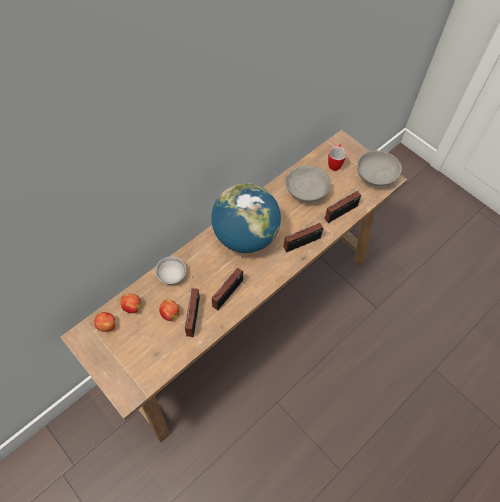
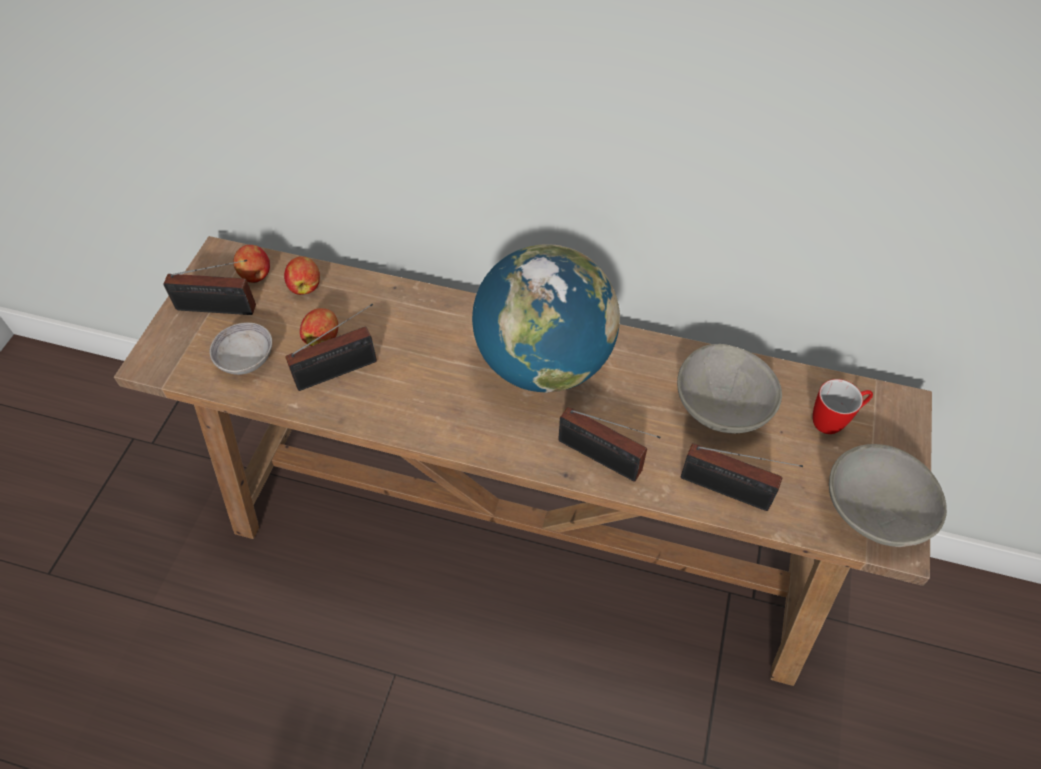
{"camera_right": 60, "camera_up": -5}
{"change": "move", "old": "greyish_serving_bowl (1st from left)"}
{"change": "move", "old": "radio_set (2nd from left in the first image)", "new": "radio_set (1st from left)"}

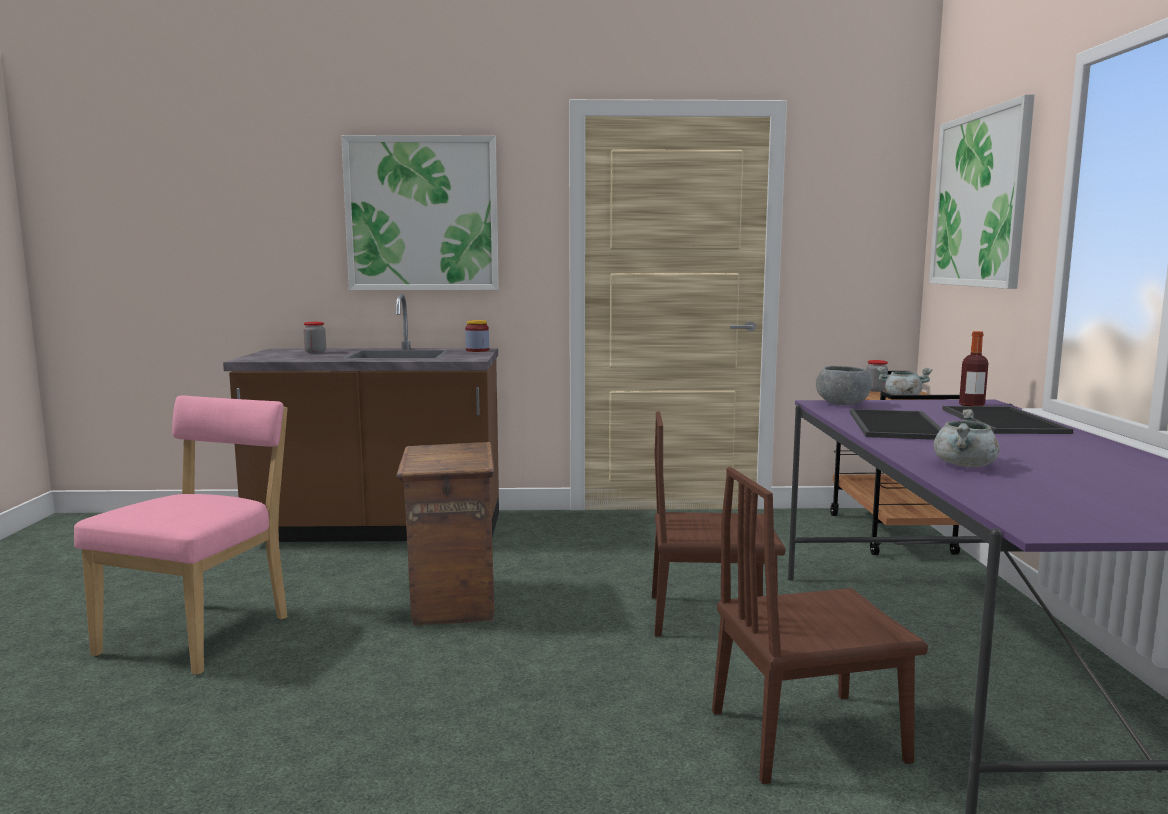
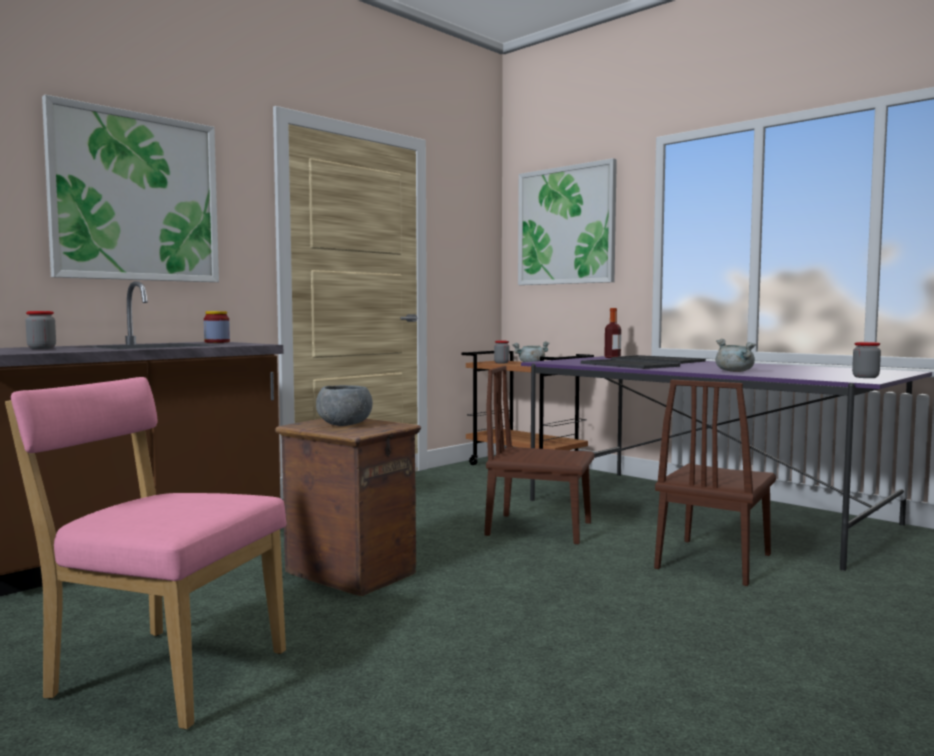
{"camera_right": -45, "camera_up": -5}
{"change": "insert", "new": "preserve_jar (4th from left)"}
{"change": "move", "old": "greyish_serving_bowl"}
{"change": "rotate", "old": "pinkish_chair", "degrees": -45}
{"change": "rotate", "old": "brownish_chair (1st from left)", "degrees": 60}

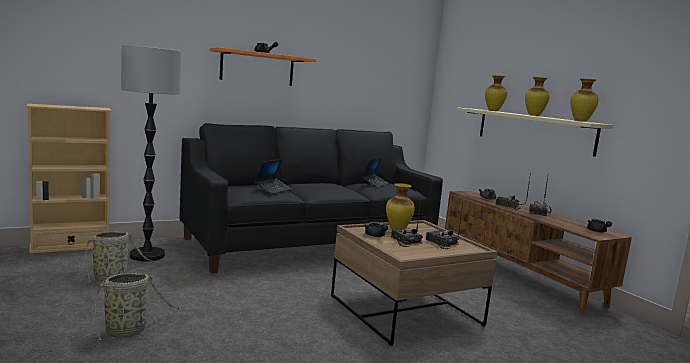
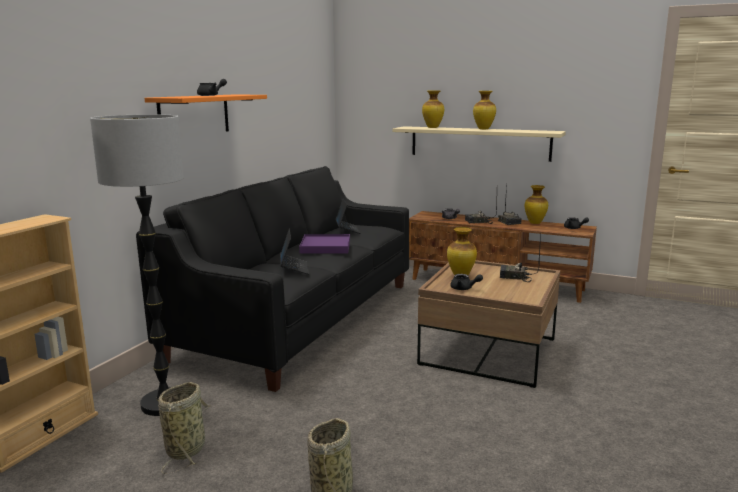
{"camera_right": -35, "camera_up": 5}
{"change": "delete", "old": "radio_set (1st from left)"}
{"change": "insert", "new": "purplish_serving_tray"}
{"change": "move", "old": "vase (4th from left)"}

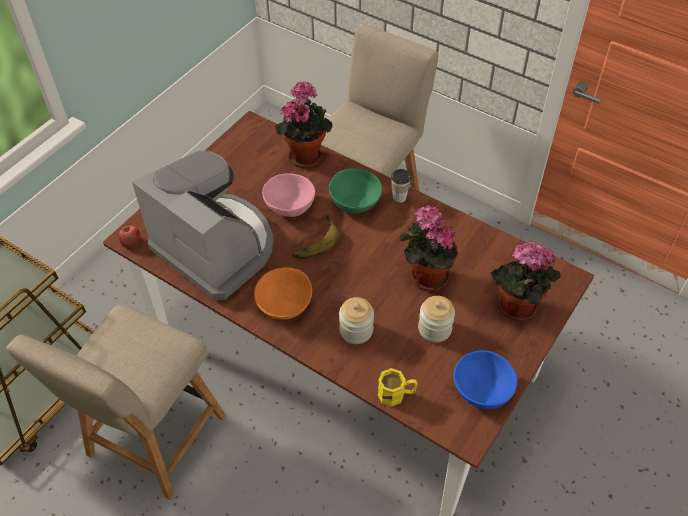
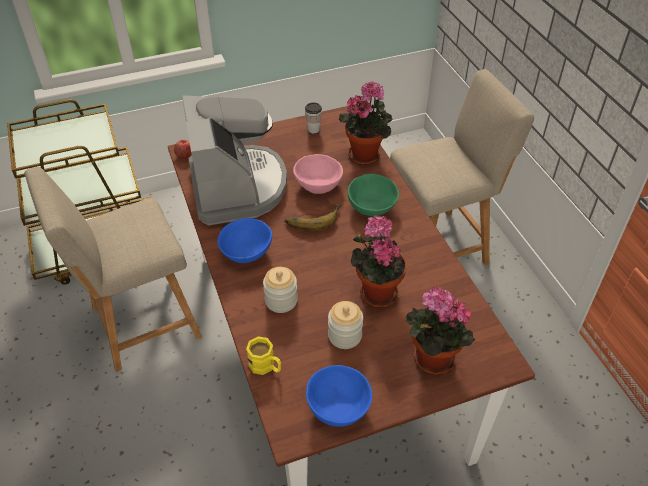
{"camera_right": 35, "camera_up": -5}
{"change": "move", "old": "drinking_cup"}
{"change": "recolor", "old": "orange_serving_bowl", "new": "bluish_serving_bowl (1st from left)"}

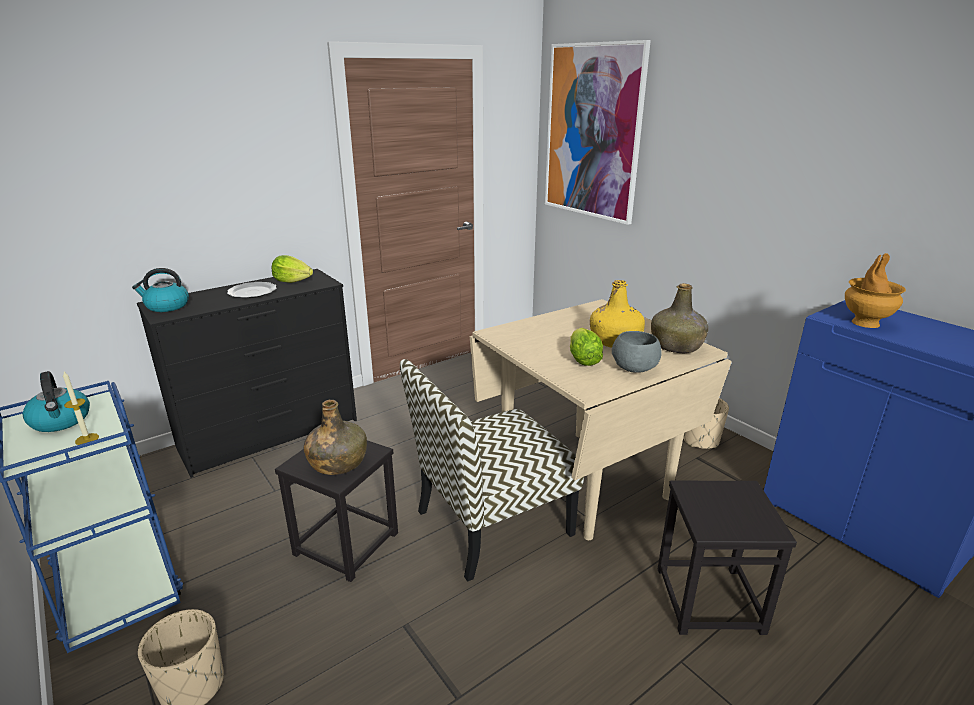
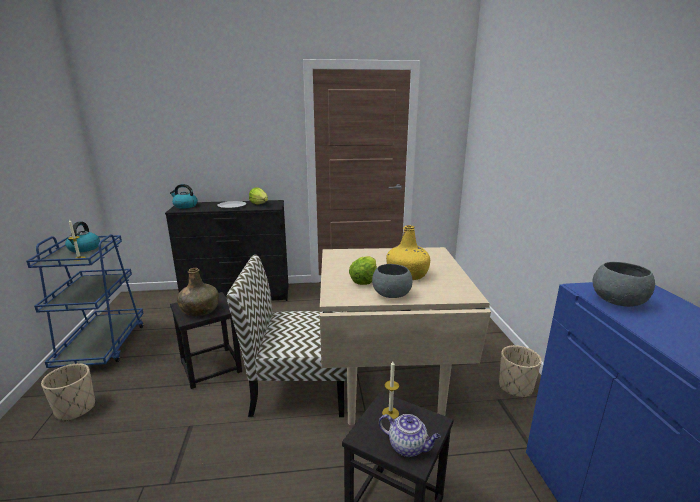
{"camera_right": 30, "camera_up": -5}
{"change": "delete", "old": "wall_art"}
{"change": "delete", "old": "green-coloured_beverage_bottle (2nd from left)"}
{"change": "insert", "new": "pot_for_tea"}
{"change": "insert", "new": "wax_light (2nd from left)"}
{"change": "replace", "old": "brownish_vase", "new": "greyish_serving_bowl (2nd from left)"}

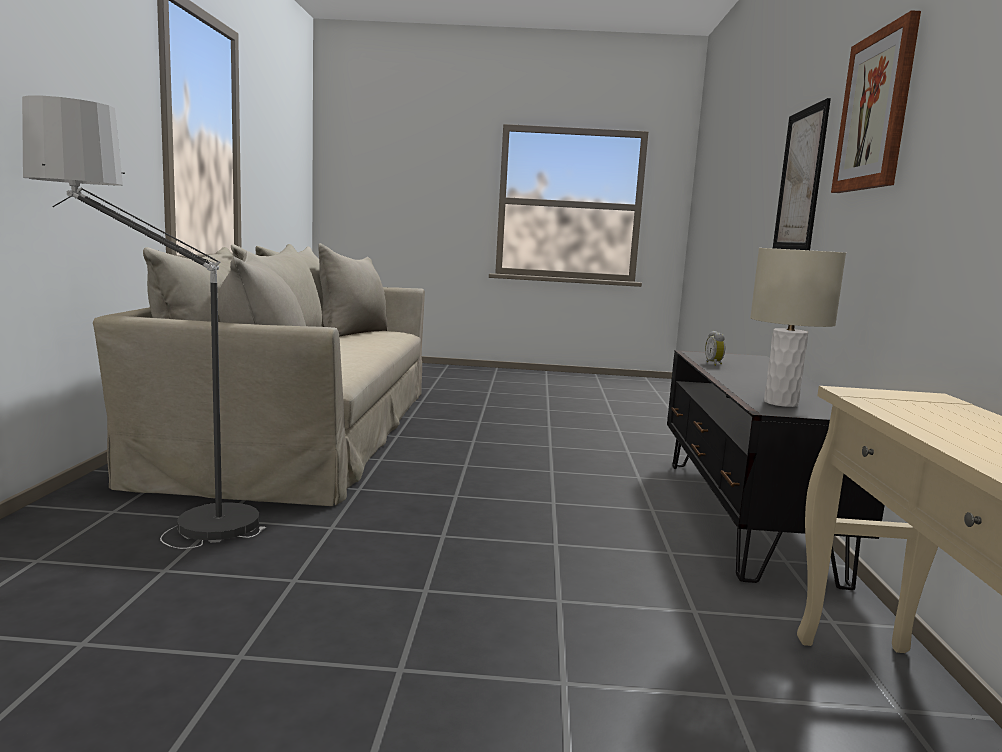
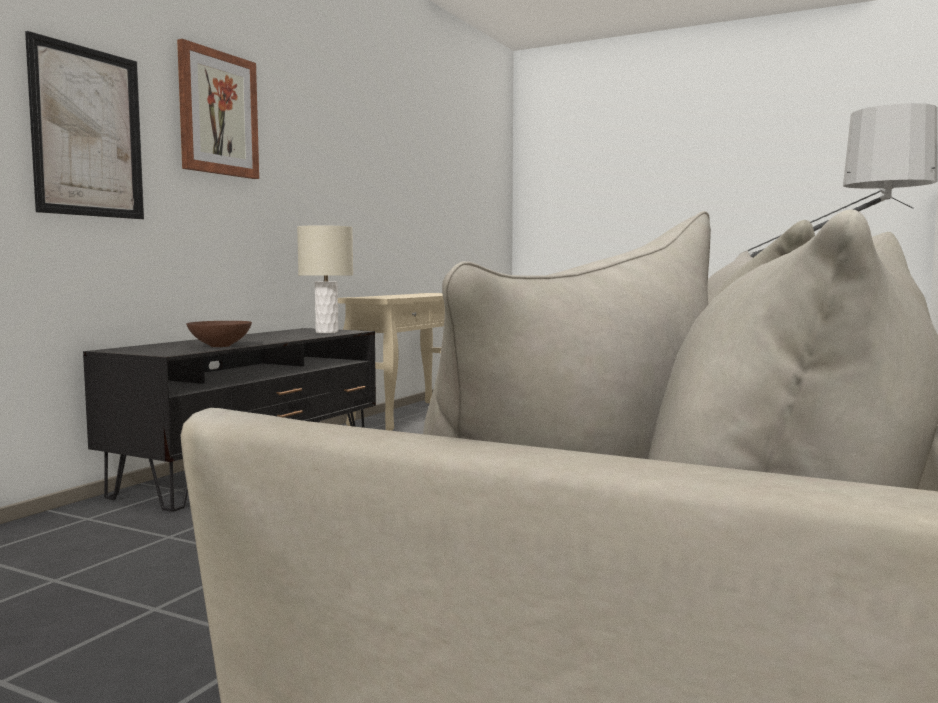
{"camera_right": -155, "camera_up": -5}
{"change": "replace", "old": "alarm_clock", "new": "brownish_serving_bowl"}

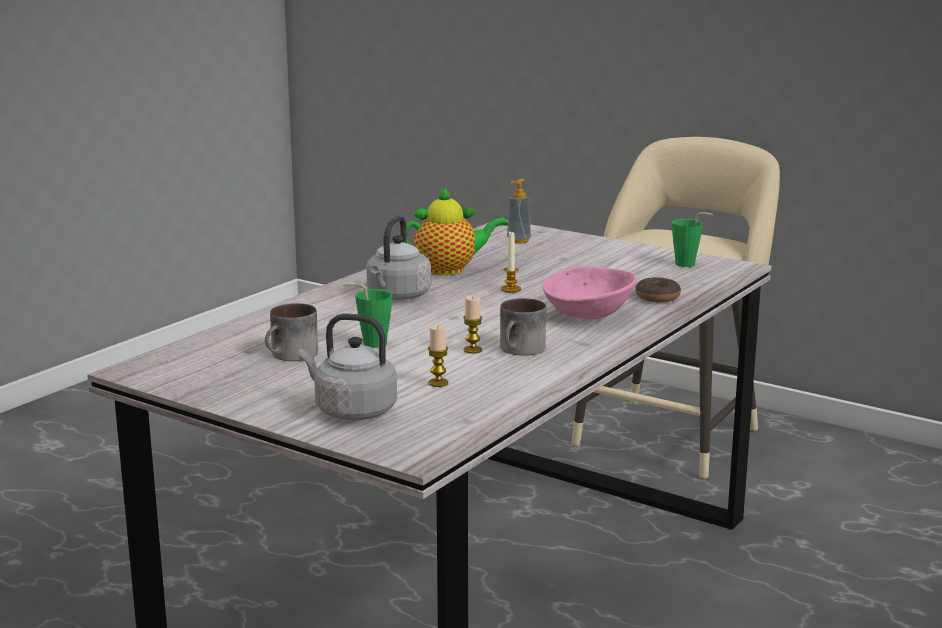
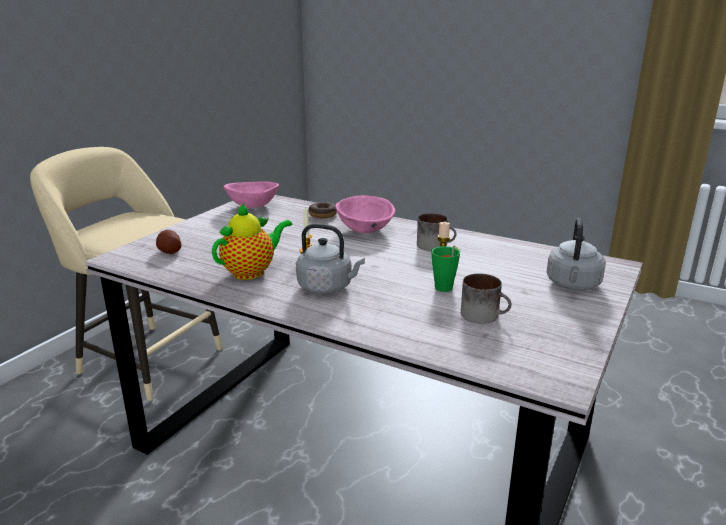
{"camera_right": -95, "camera_up": 5}
{"change": "delete", "old": "wax_light (1st from left)"}
{"change": "replace", "old": "liquid_soap_bottle", "new": "whole_potato"}
{"change": "replace", "old": "green-coloured_drinking_cup (2nd from left)", "new": "pinkish_serving_bowl (1st from left)"}
{"change": "rotate", "old": "pot_for_tea", "degrees": 60}

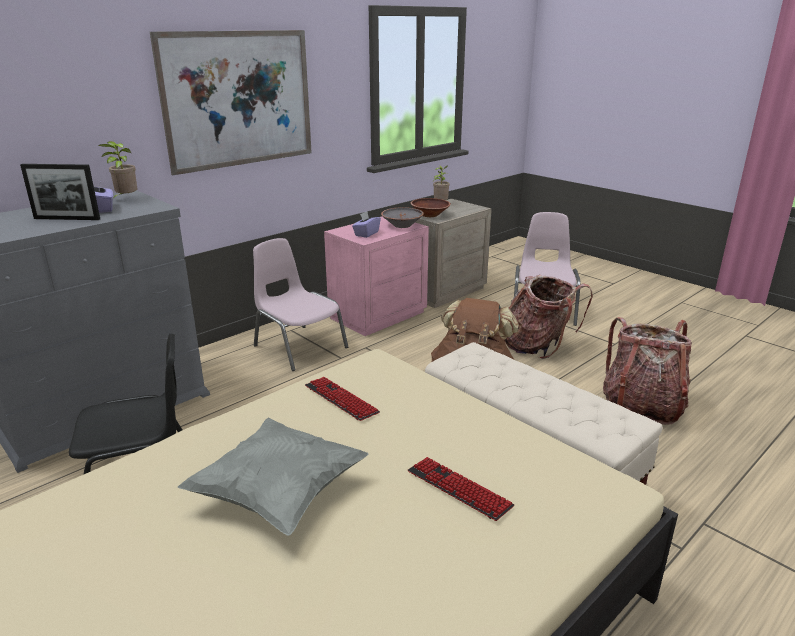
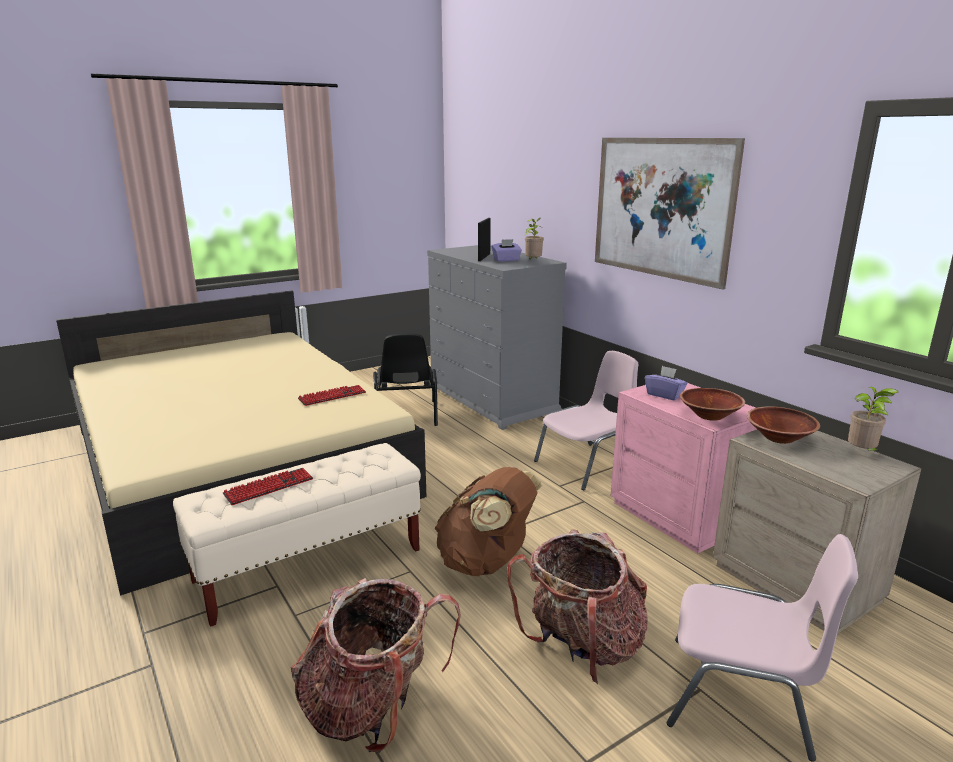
{"camera_right": 100, "camera_up": -5}
{"change": "delete", "old": "greyish_cushion"}
{"change": "move", "old": "computer_keyboard (2nd from left in the first image)", "new": "computer_keyboard (1st from left)"}
{"change": "recolor", "old": "greyish_serving_bowl", "new": "brownish_serving_bowl (1st from left)"}

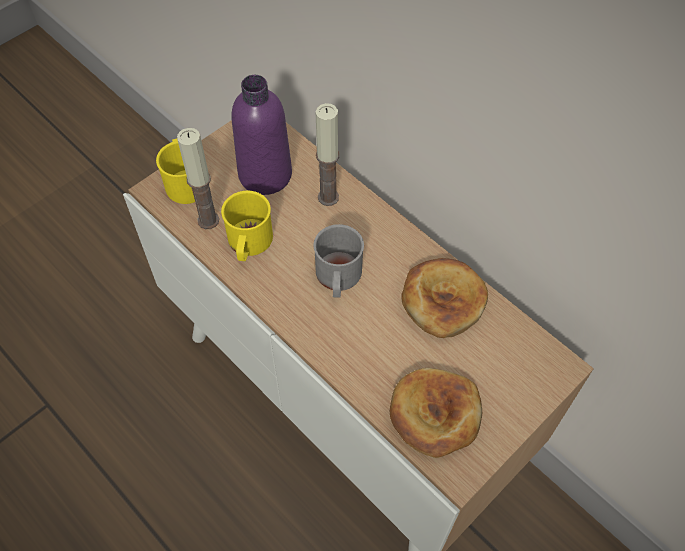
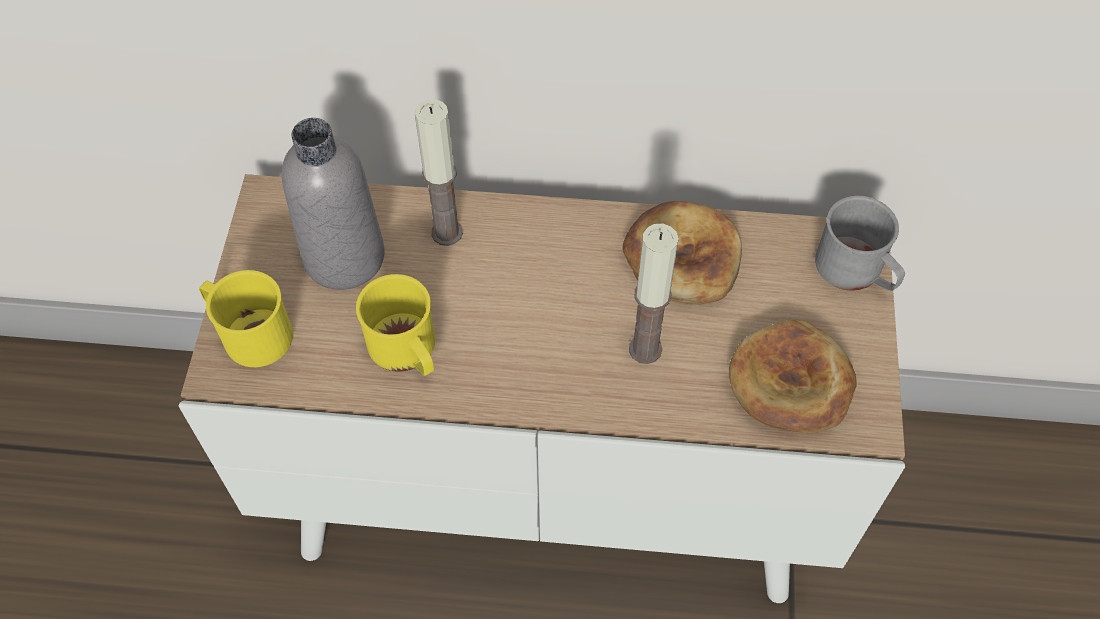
{"camera_right": -40, "camera_up": 0}
{"change": "move", "old": "wax_light (1st from left in the first image)", "new": "wax_light (2nd from left)"}
{"change": "move", "old": "greyish_tea_mug"}
{"change": "recolor", "old": "purplish_beverage_bottle", "new": "greyish_beverage_bottle"}

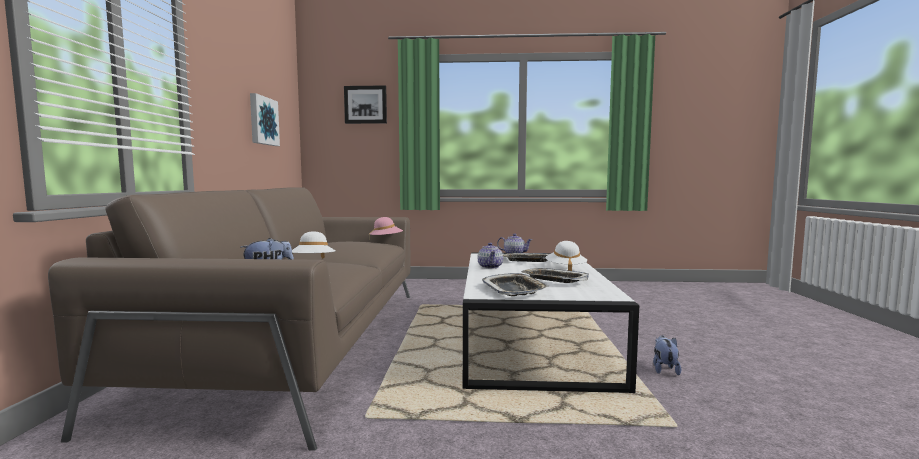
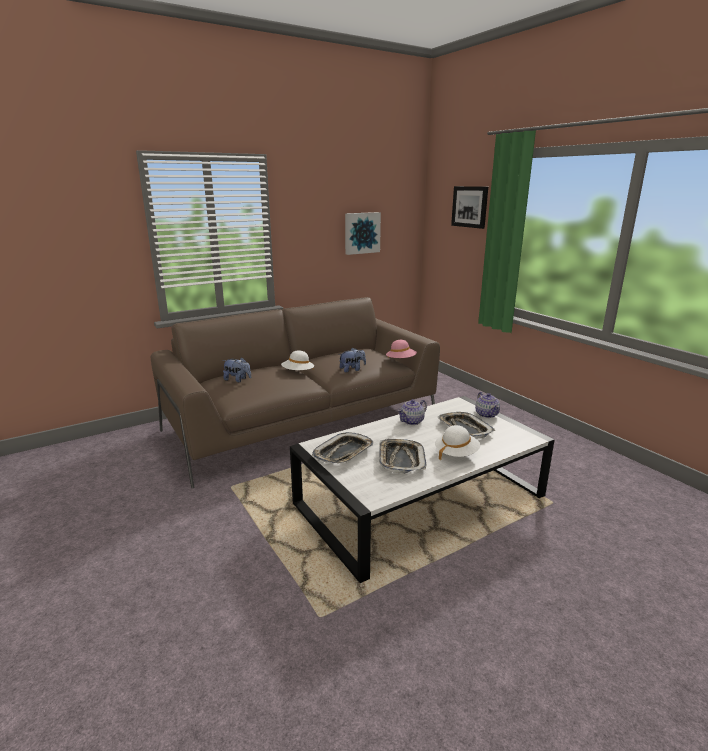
{"camera_right": 55, "camera_up": 15}
{"change": "move", "old": "soft_toy (2nd from left)"}

